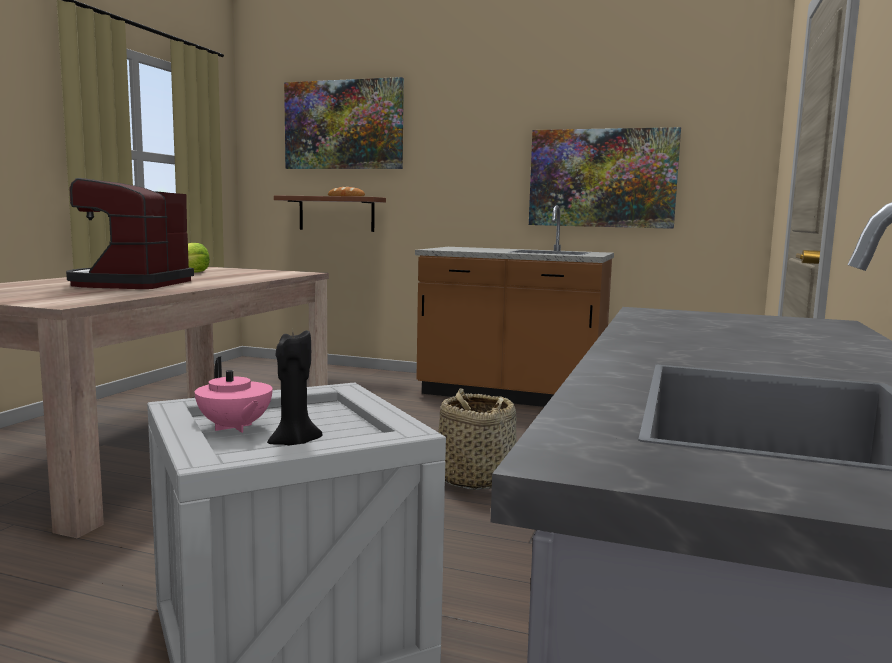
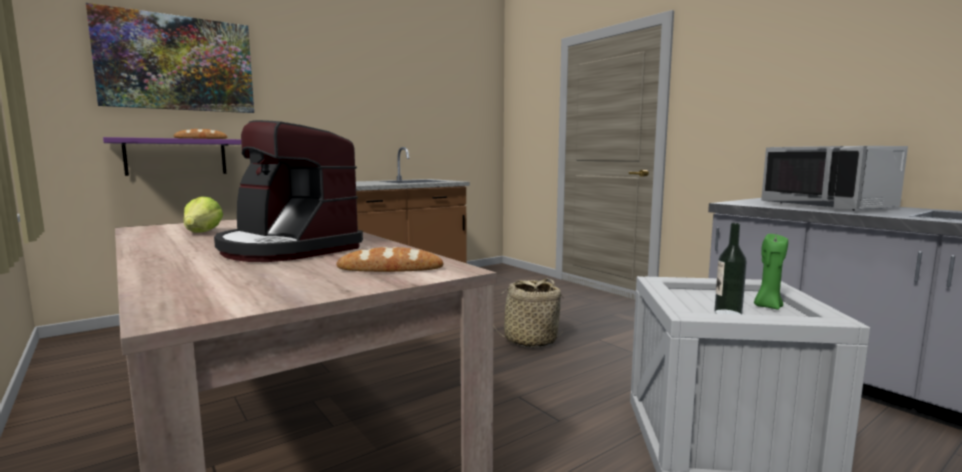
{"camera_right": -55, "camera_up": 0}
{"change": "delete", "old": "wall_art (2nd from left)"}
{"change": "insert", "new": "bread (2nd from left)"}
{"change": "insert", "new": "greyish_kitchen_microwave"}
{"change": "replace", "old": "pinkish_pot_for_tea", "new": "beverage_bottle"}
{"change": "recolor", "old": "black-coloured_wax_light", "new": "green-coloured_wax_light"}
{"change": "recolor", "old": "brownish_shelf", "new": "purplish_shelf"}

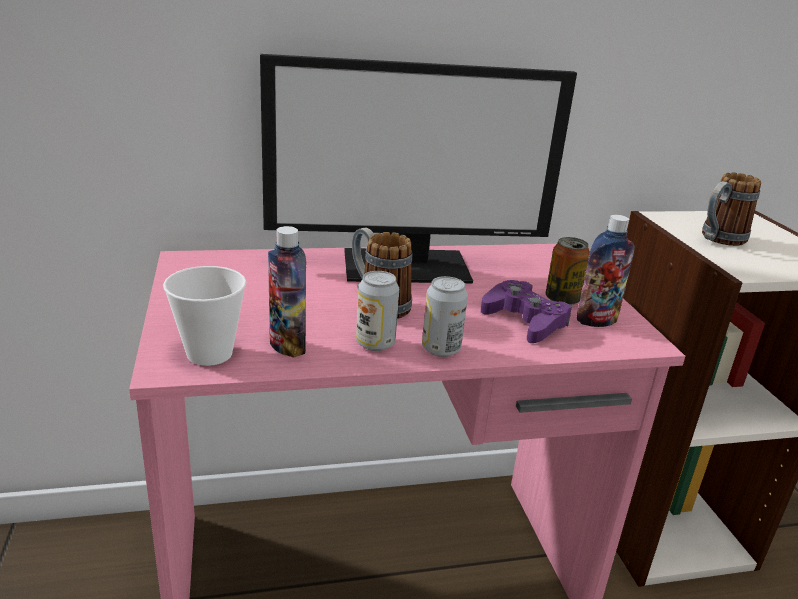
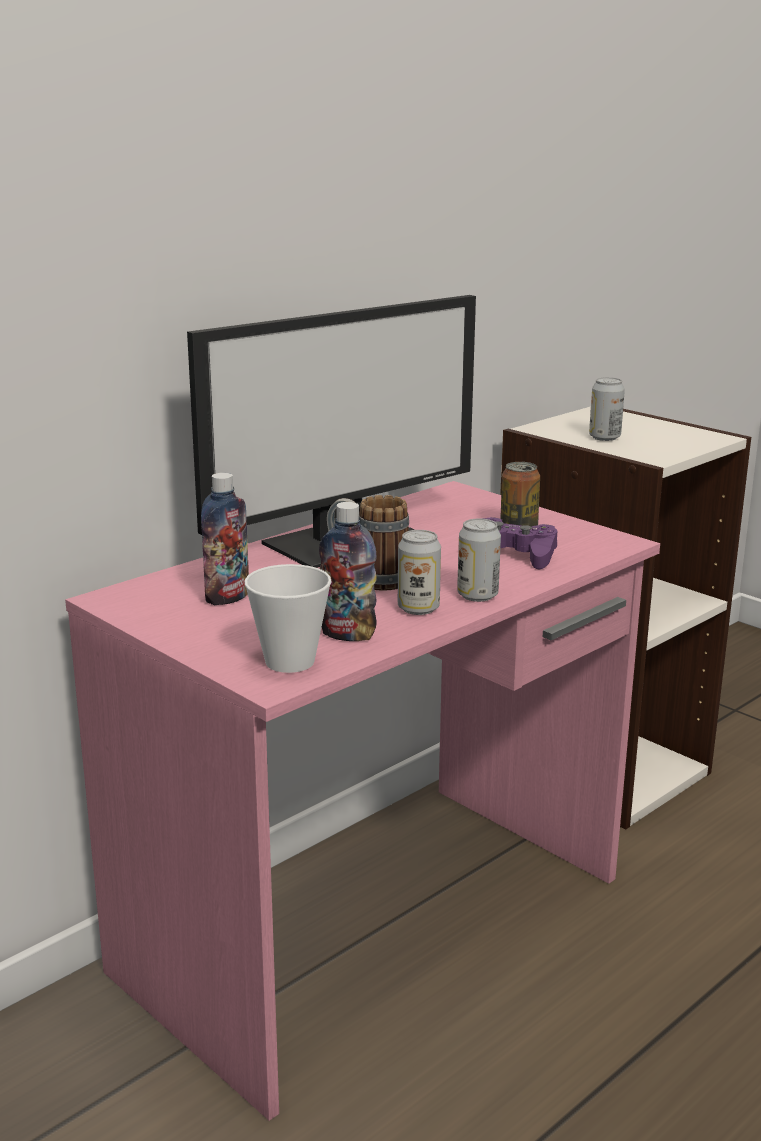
{"camera_right": -30, "camera_up": -5}
{"change": "move", "old": "beverage_bottle (2nd from left in the first image)", "new": "beverage_bottle (1st from left)"}
{"change": "replace", "old": "tea_mug (2nd from left)", "new": "sealed_can (4th from left)"}

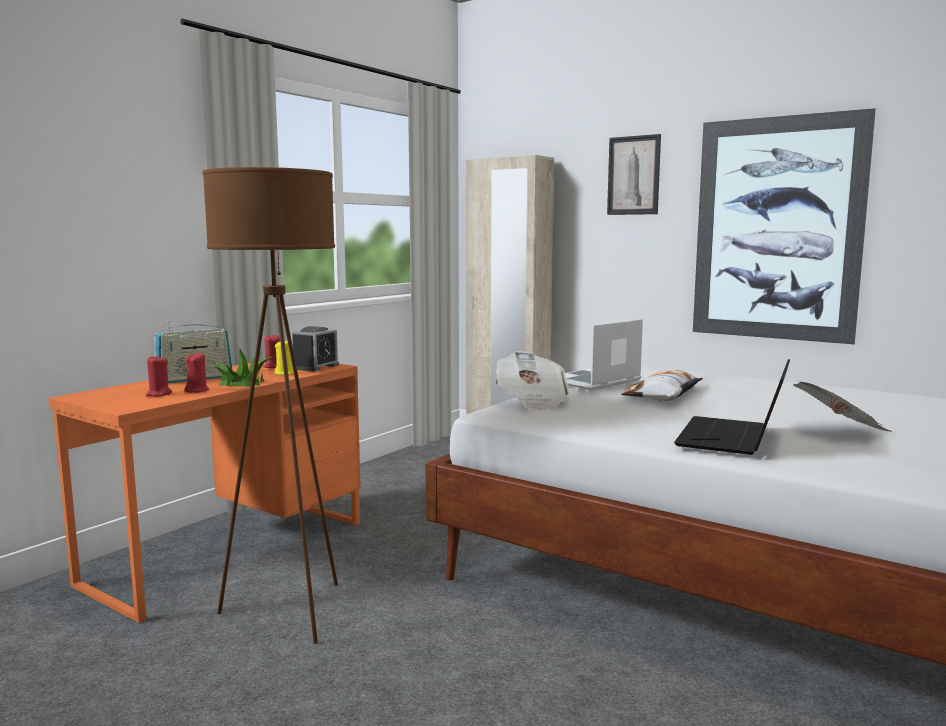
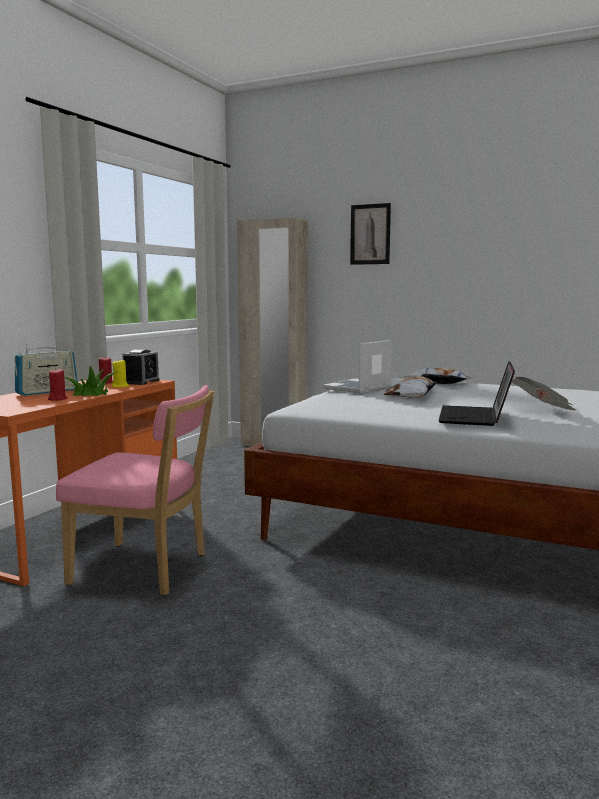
{"camera_right": -10, "camera_up": 0}
{"change": "delete", "old": "red_wax_light (1st from left)"}
{"change": "delete", "old": "printed_paper (1st from left)"}
{"change": "delete", "old": "wall_art (2nd from left)"}
{"change": "insert", "new": "cushion (2nd from left)"}
{"change": "replace", "old": "brownish_standing_lamp", "new": "pinkish_chair"}

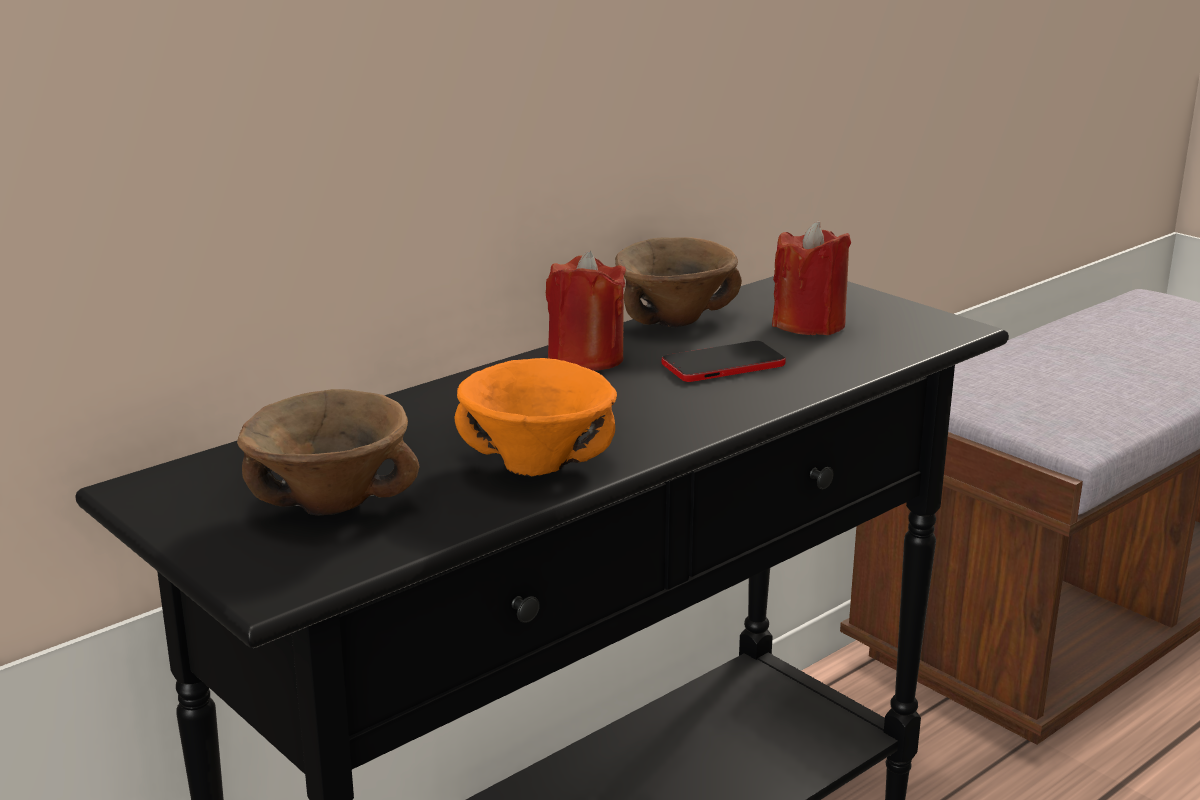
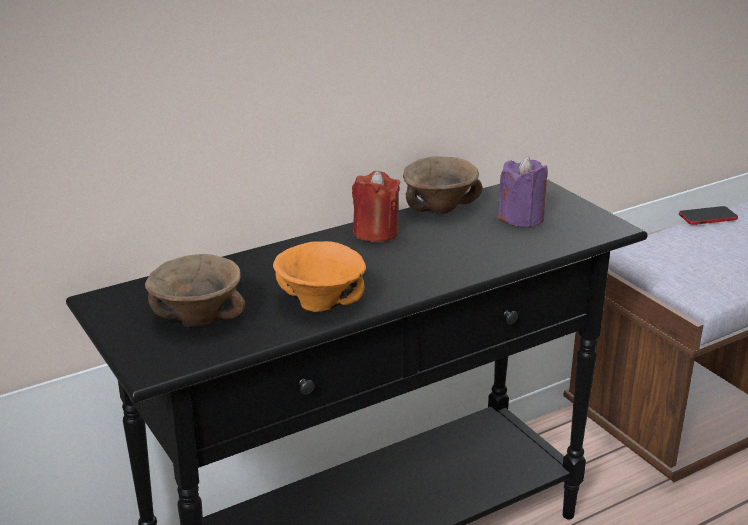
{"camera_right": 10, "camera_up": 5}
{"change": "move", "old": "handset"}
{"change": "recolor", "old": "red_wax_light (2nd from left)", "new": "purplish_wax_light"}

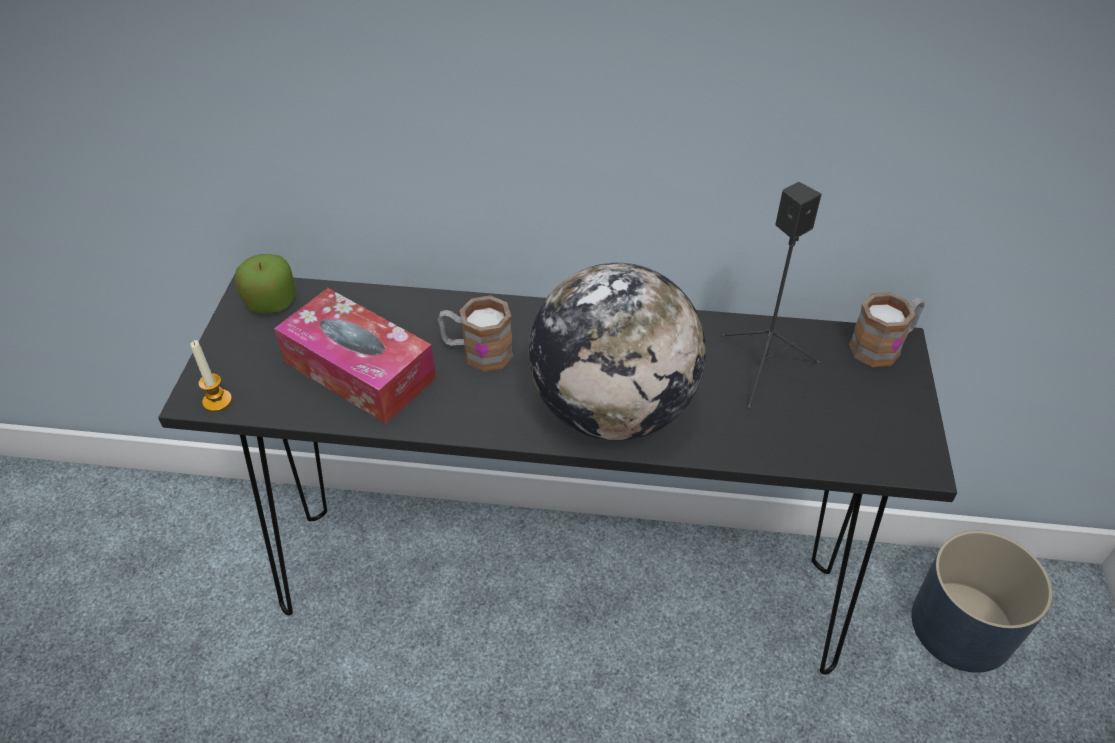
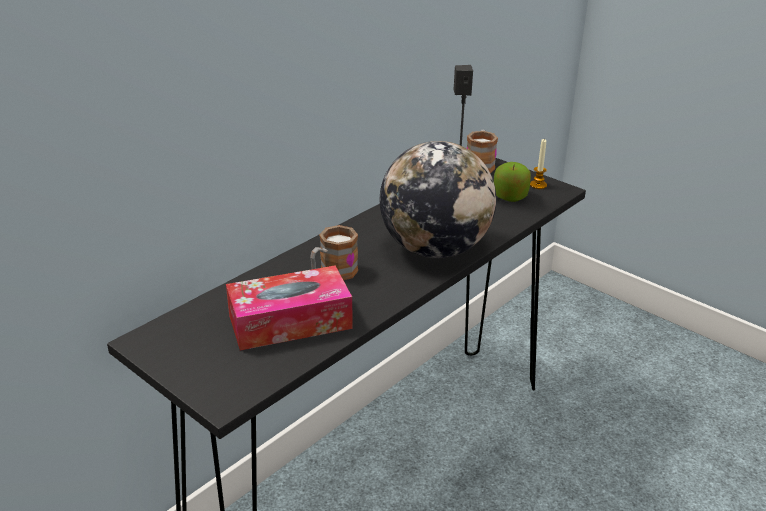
{"camera_right": -55, "camera_up": -15}
{"change": "delete", "old": "bluish_flower_pot"}
{"change": "move", "old": "wax_light"}
{"change": "move", "old": "apple_fruit"}

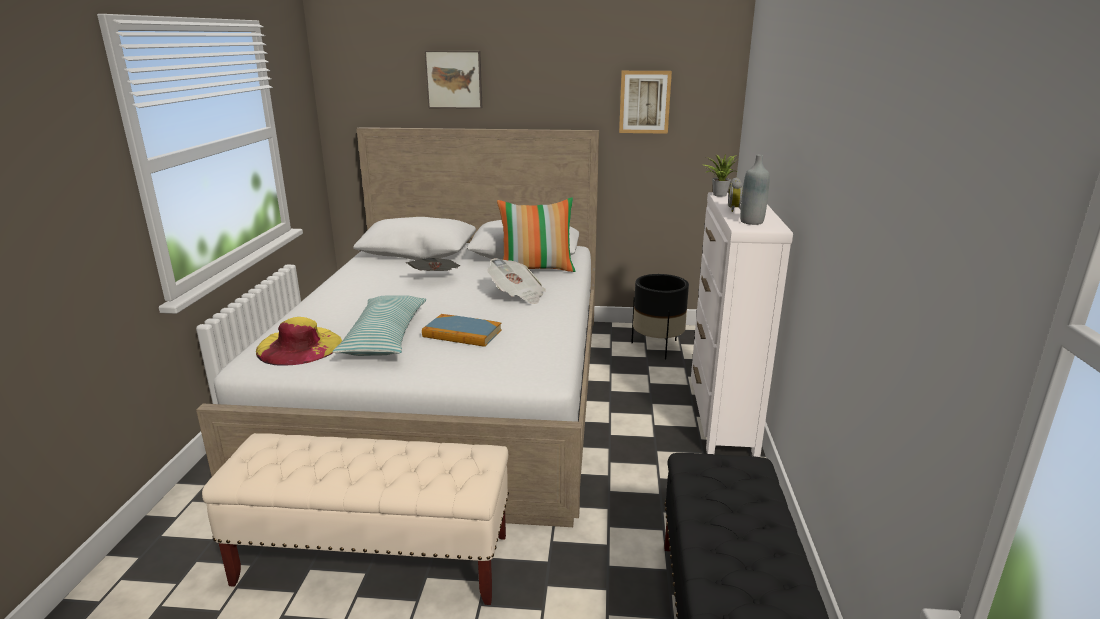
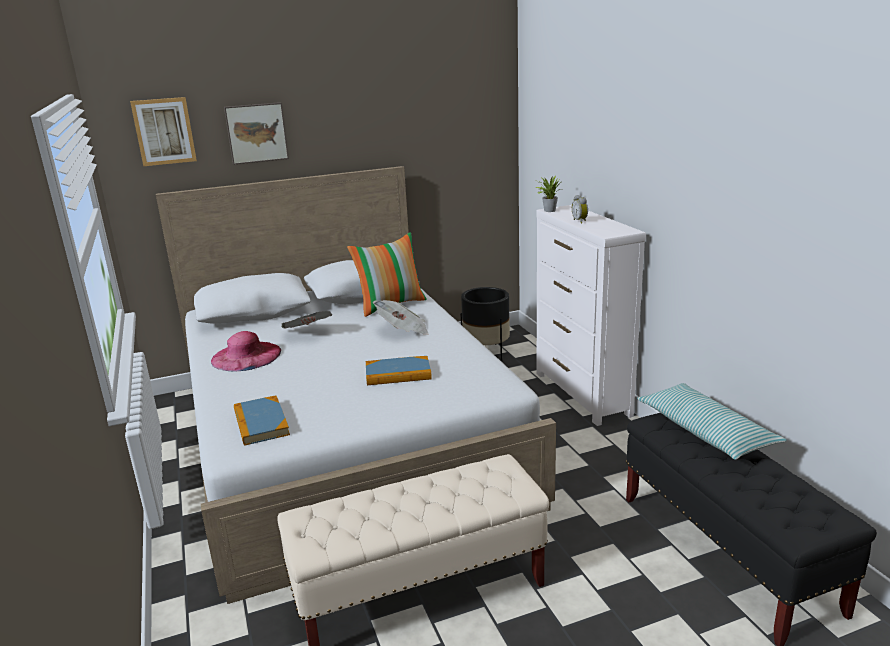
{"camera_right": -25, "camera_up": 0}
{"change": "delete", "old": "greyish_beverage_bottle"}
{"change": "insert", "new": "pinkish_wearable_hat"}
{"change": "move", "old": "cushion (1st from left in the first image)", "new": "cushion (2nd from left)"}
{"change": "move", "old": "wall_art (2nd from left in the first image)", "new": "wall_art (1st from left)"}
{"change": "replace", "old": "yellow_wearable_hat", "new": "bound_book (1st from left)"}

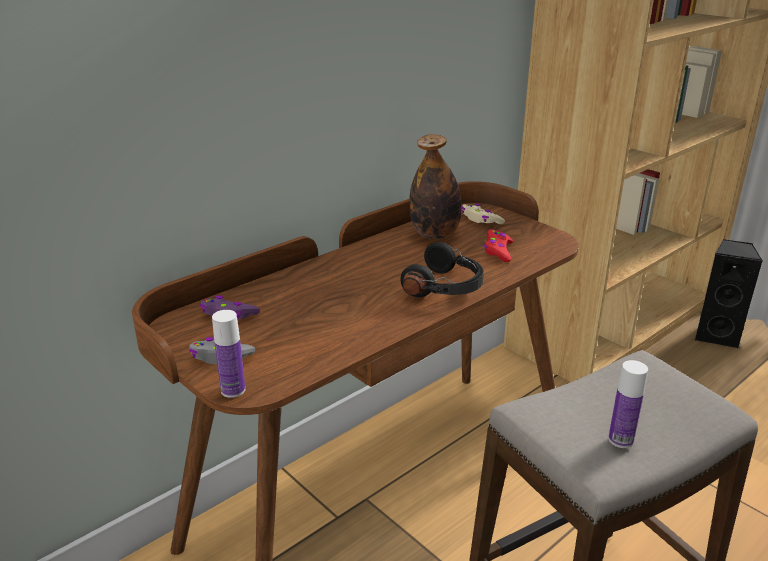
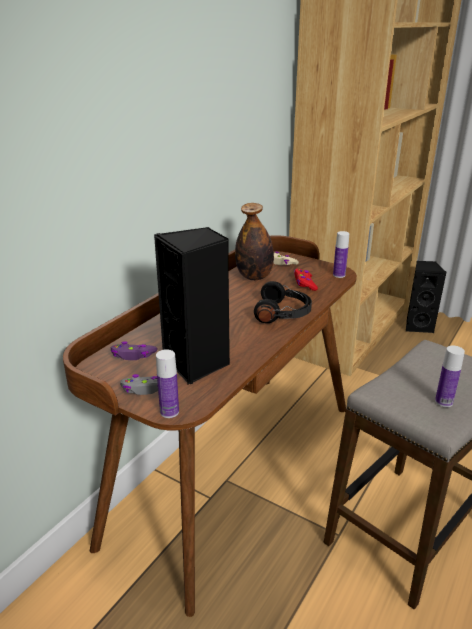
{"camera_right": -15, "camera_up": 0}
{"change": "insert", "new": "black-coloured_loudspeaker (1st from left)"}
{"change": "insert", "new": "beverage_bottle (3rd from left)"}

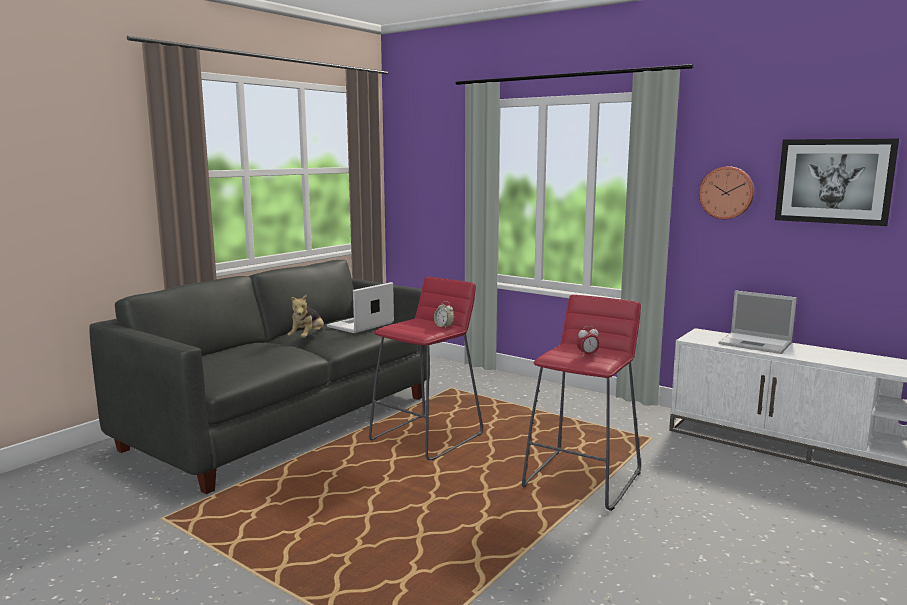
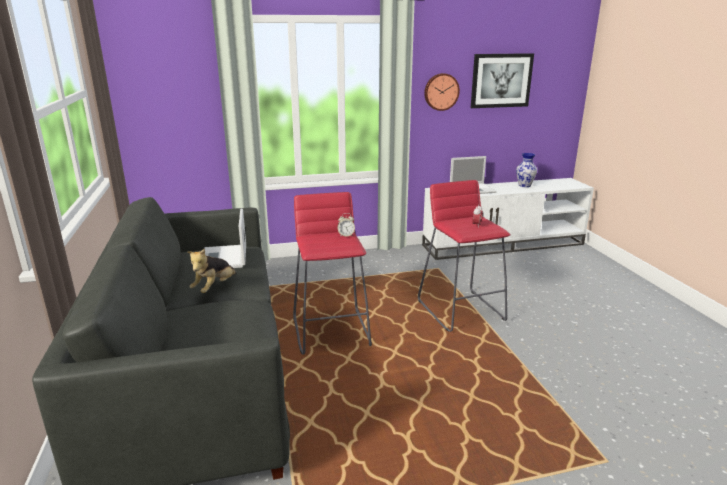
{"camera_right": -50, "camera_up": 10}
{"change": "insert", "new": "vase"}
{"change": "rotate", "old": "soft_toy", "degrees": 60}

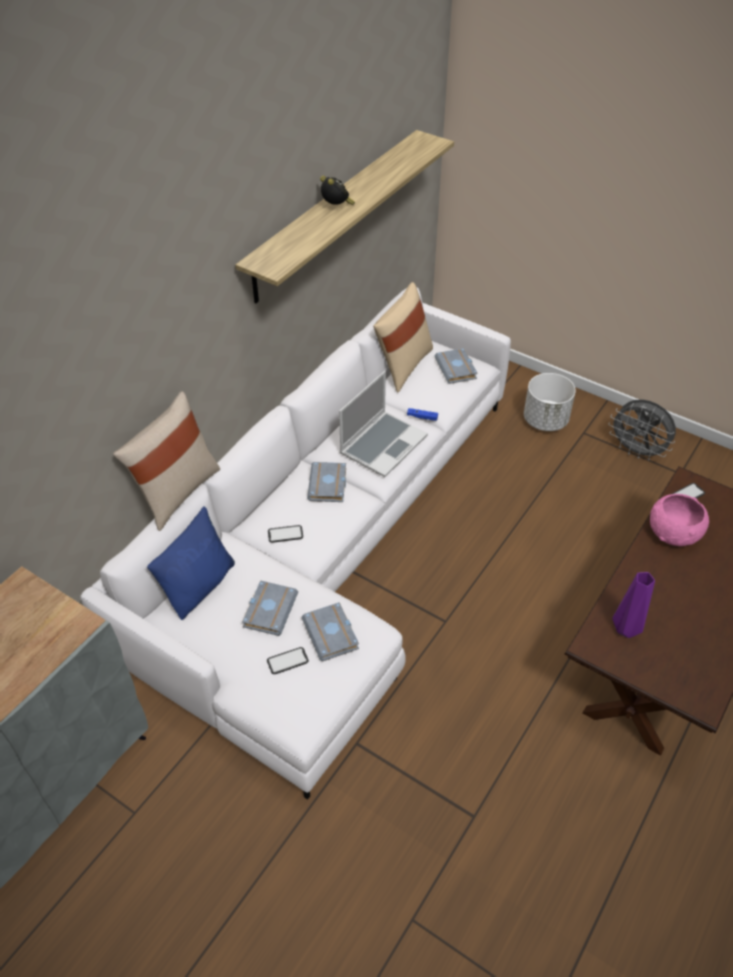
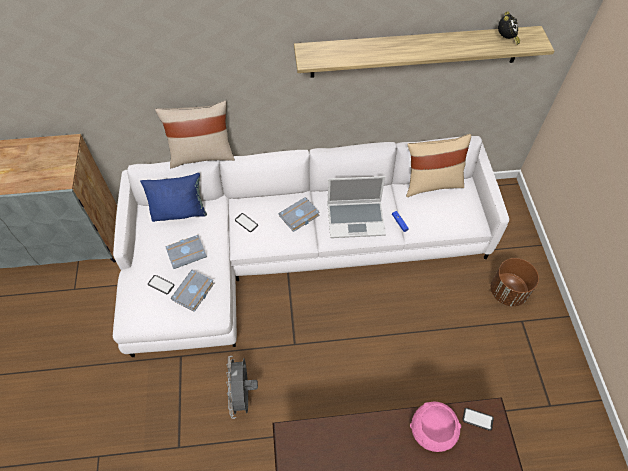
{"camera_right": 50, "camera_up": 10}
{"change": "delete", "old": "greyish_bound_book (4th from left)"}
{"change": "delete", "old": "purplish_vase"}
{"change": "move", "old": "alarm_clock"}
{"change": "move", "old": "greyish_cooling_fan"}
{"change": "recolor", "old": "white-coloured_flower_pot", "new": "brownish_flower_pot"}

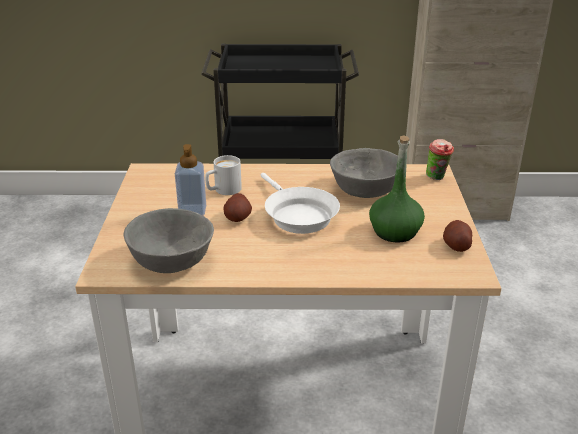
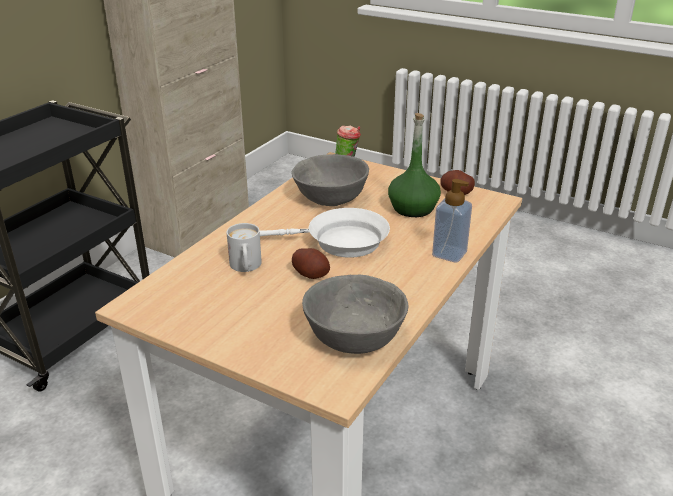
{"camera_right": -60, "camera_up": 0}
{"change": "move", "old": "liquid_soap_bottle"}

